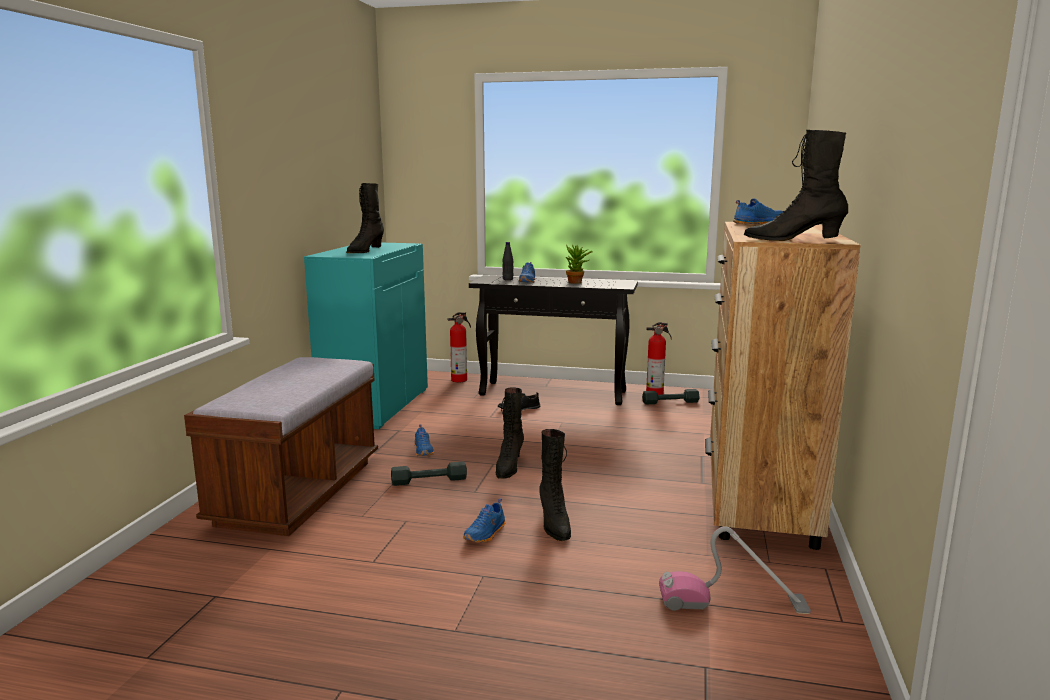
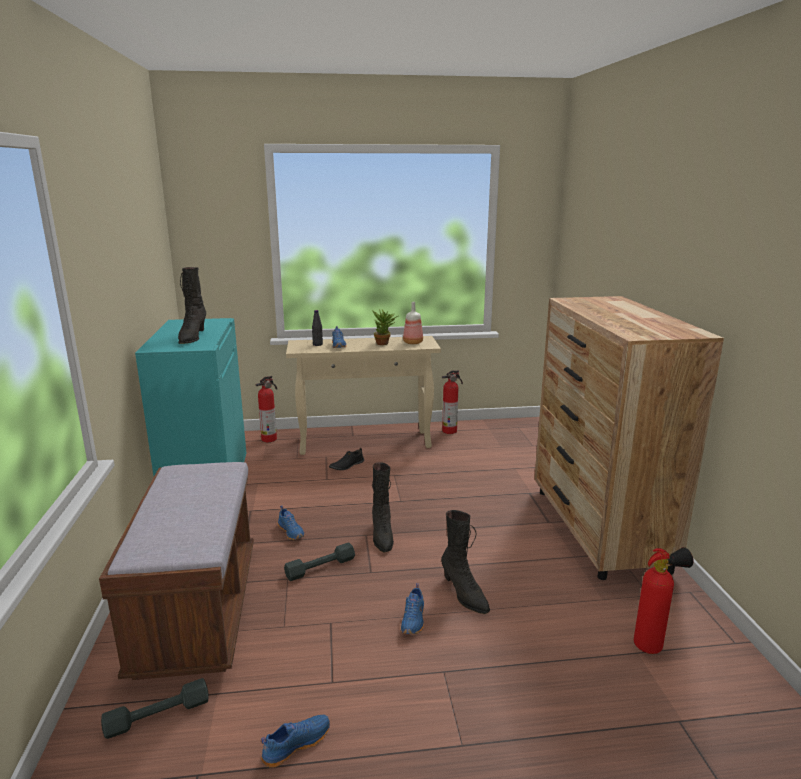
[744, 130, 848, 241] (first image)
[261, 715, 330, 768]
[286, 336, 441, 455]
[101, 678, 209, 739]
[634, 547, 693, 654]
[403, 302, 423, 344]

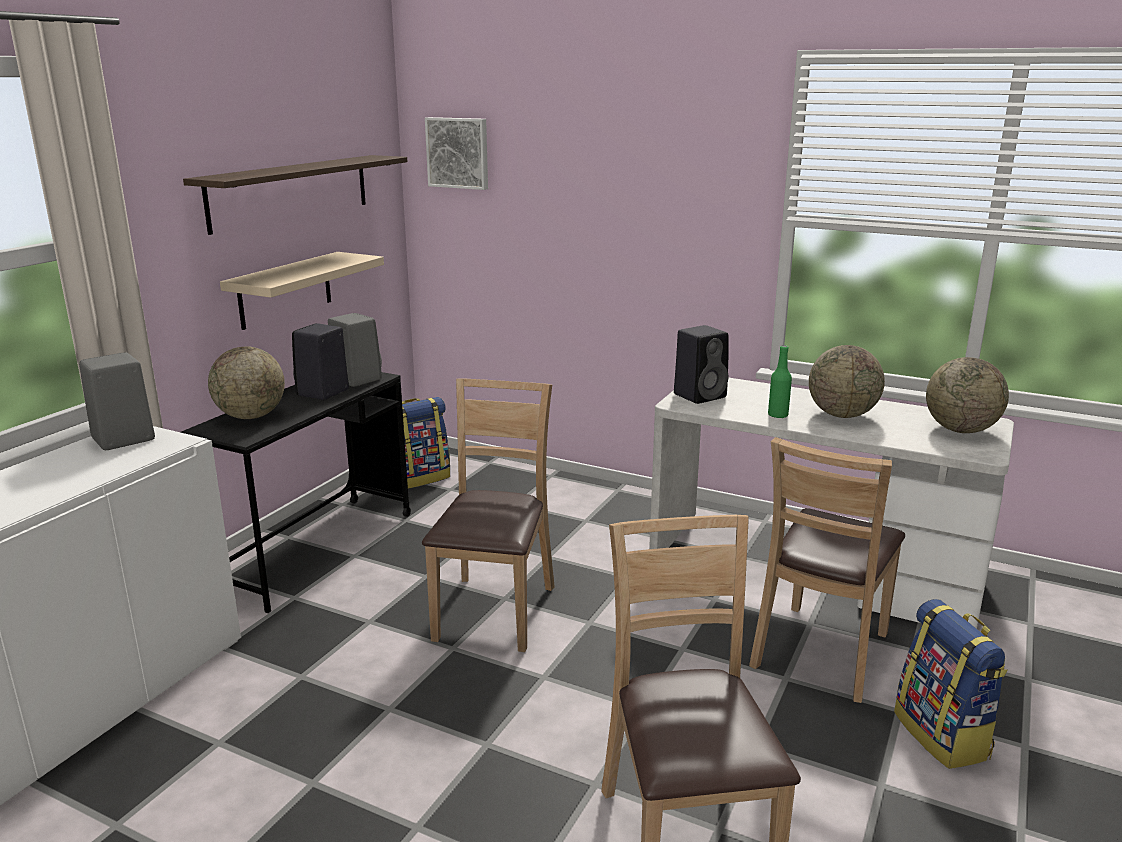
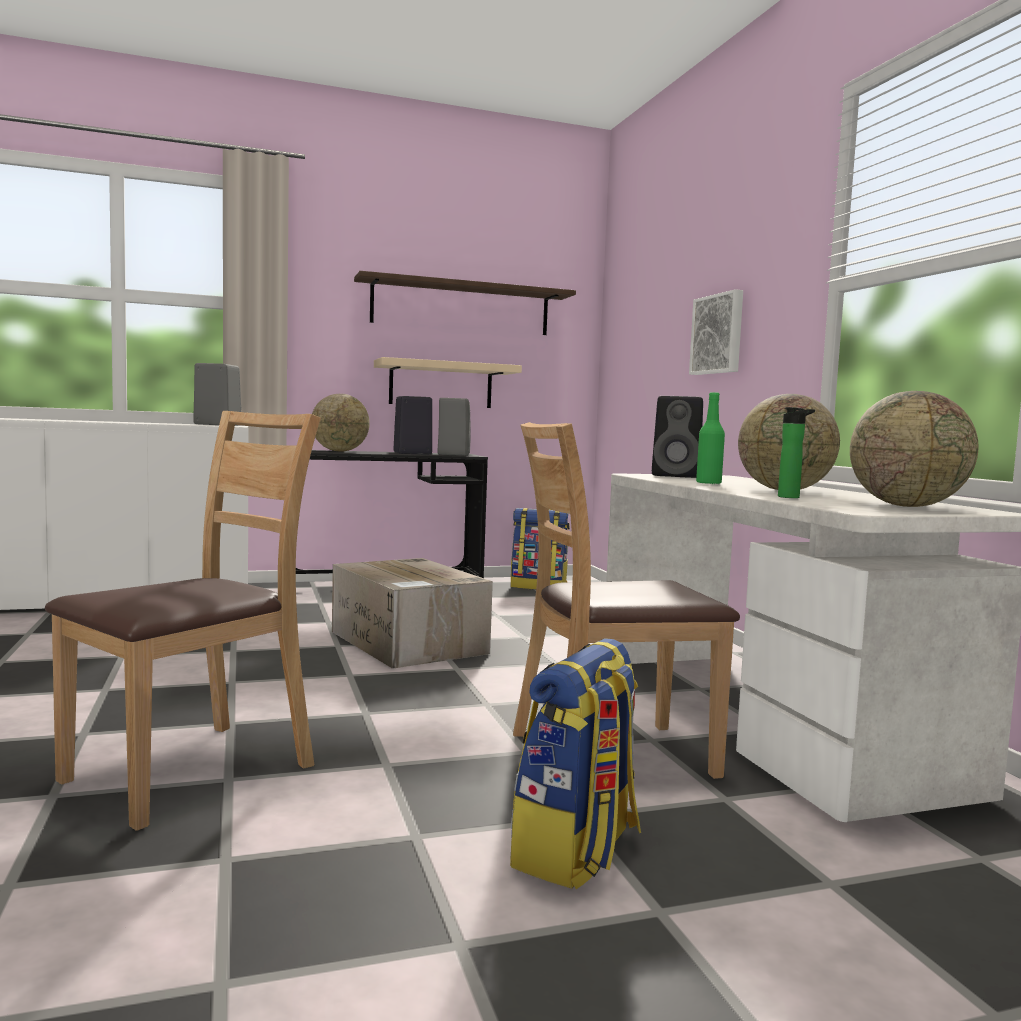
[689, 289, 743, 375]
[332, 558, 493, 669]
[778, 407, 815, 498]

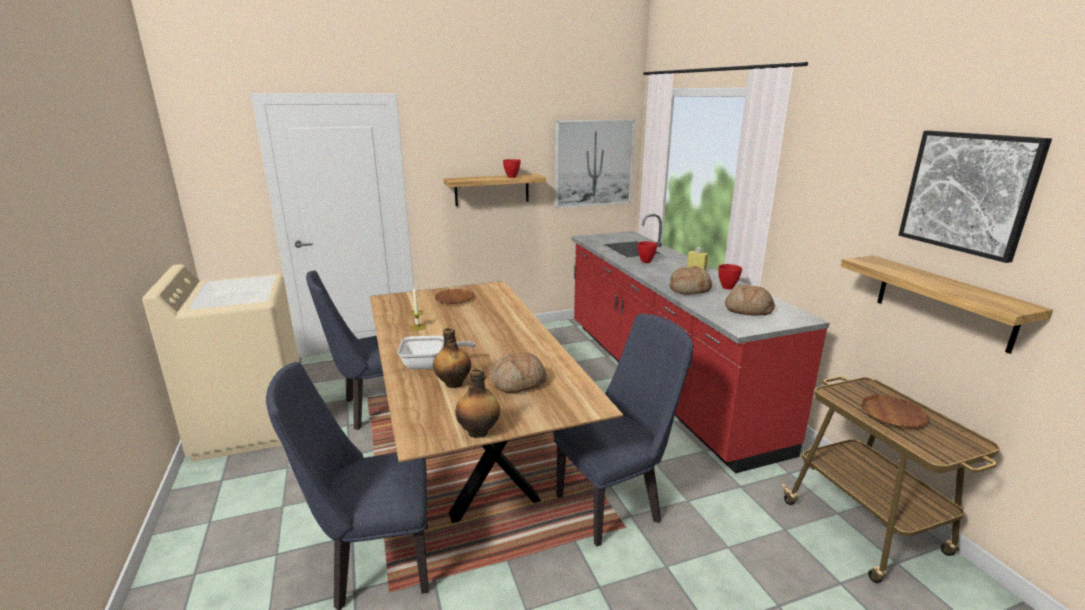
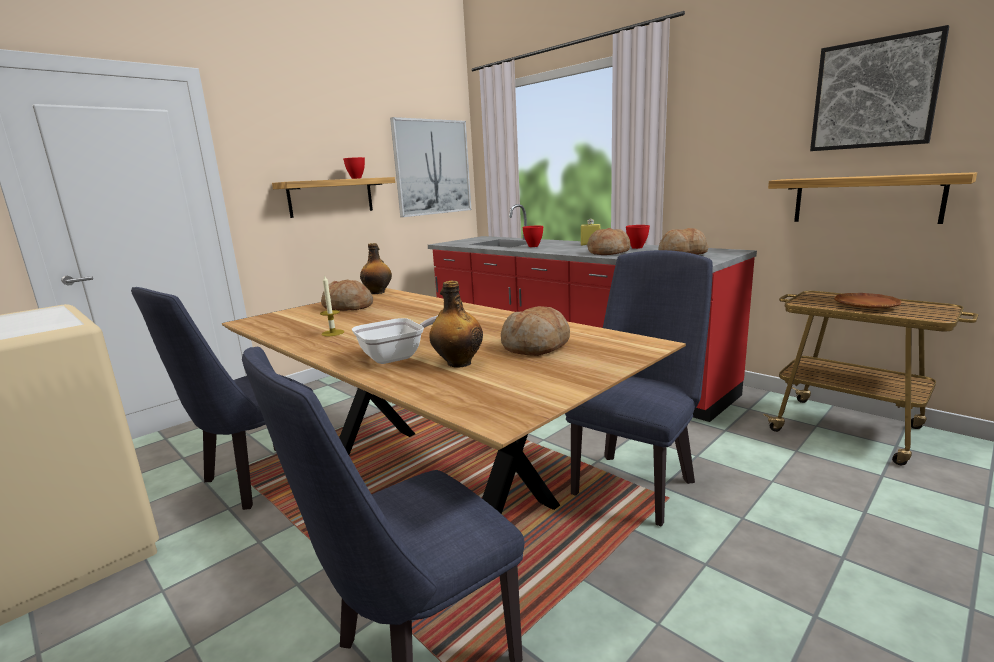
[321, 279, 373, 311]
[360, 243, 392, 294]

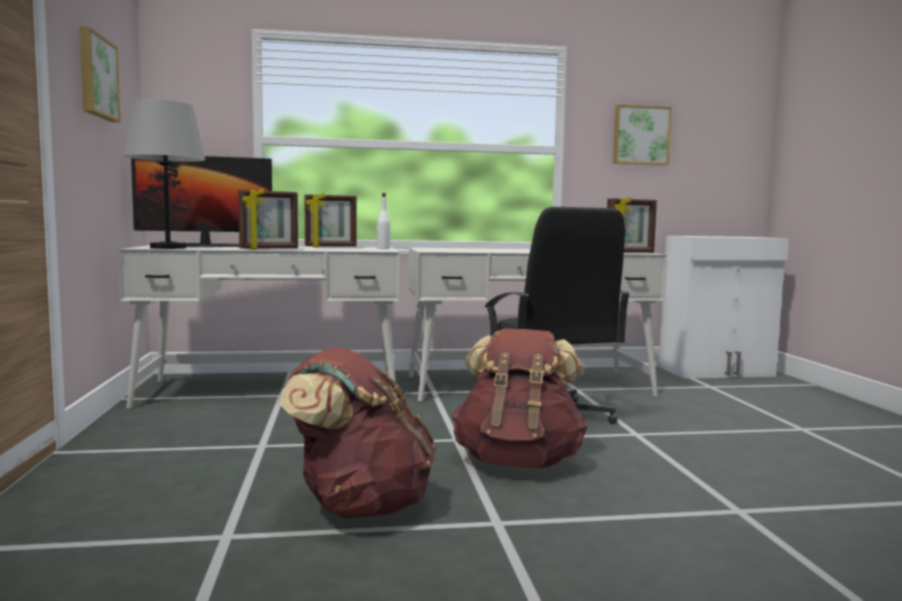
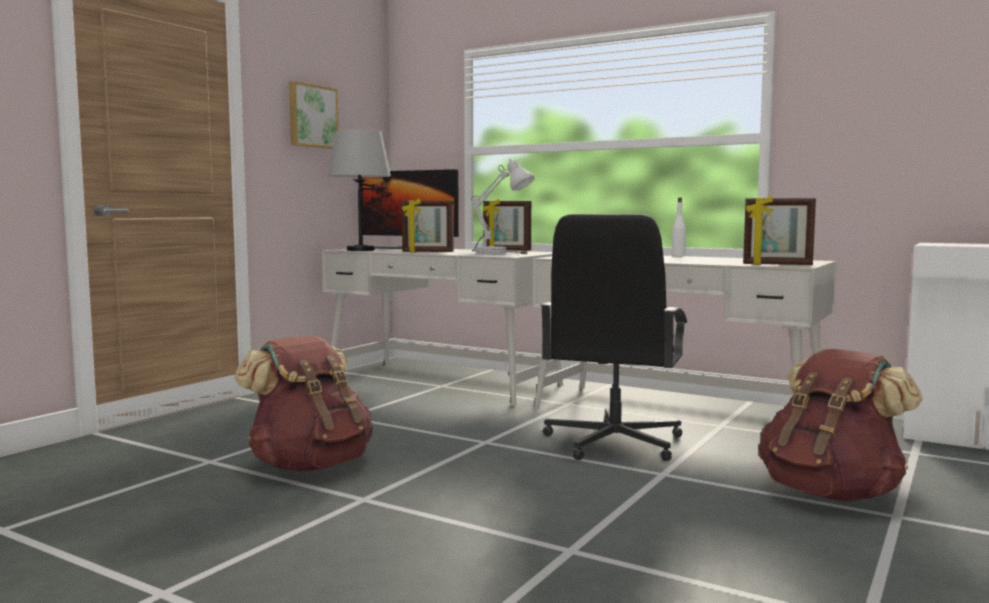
[613, 105, 672, 165] (first image)
[672, 197, 686, 257]
[759, 349, 923, 502]
[471, 159, 534, 254]

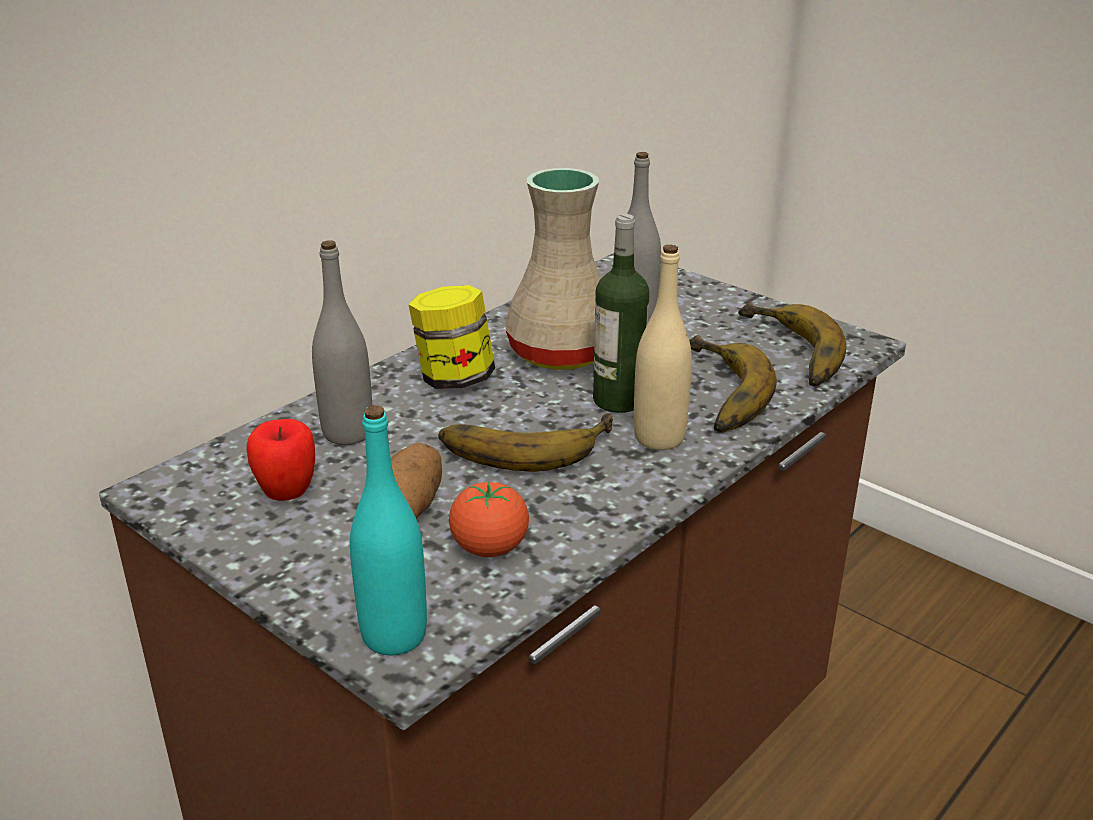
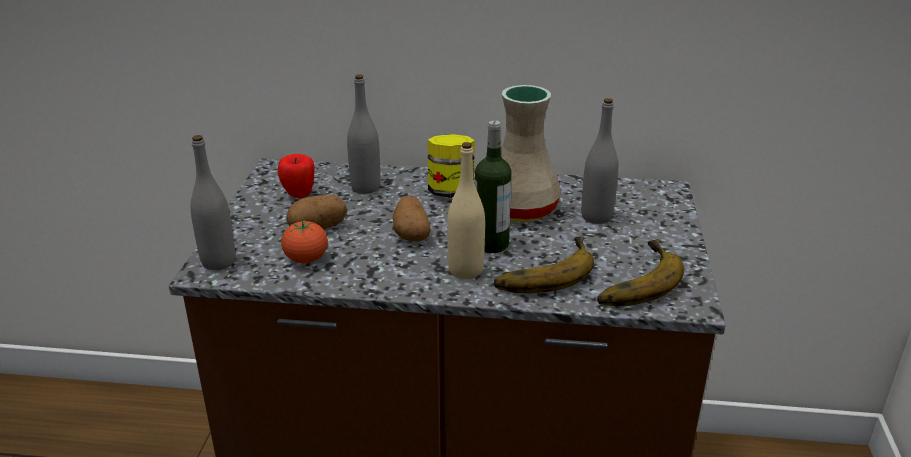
[190, 135, 235, 270]
[393, 196, 431, 242]

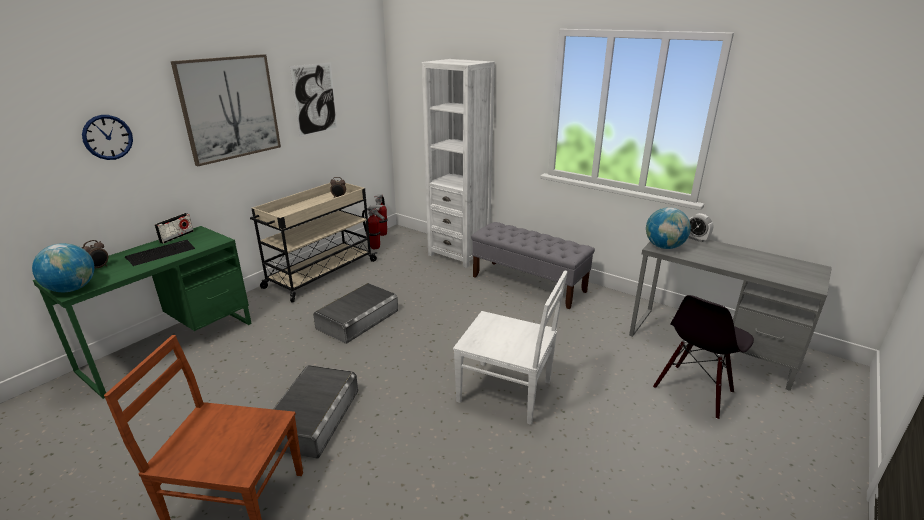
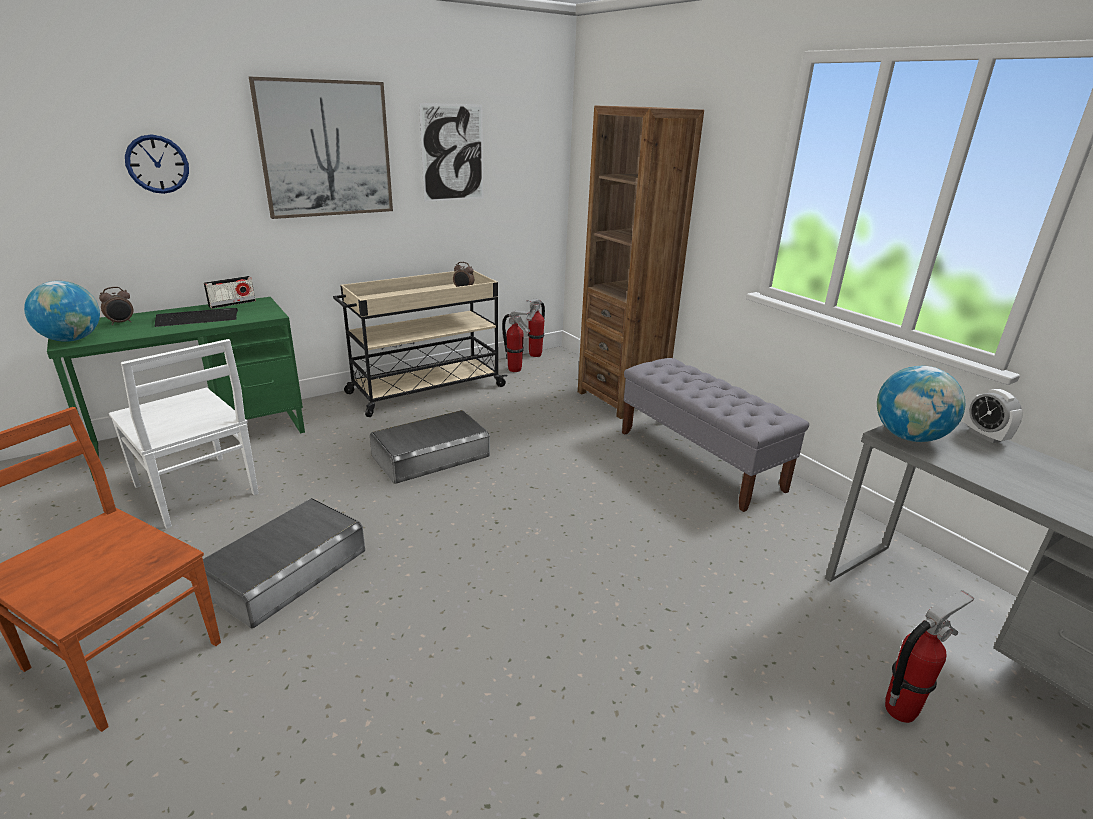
[578, 106, 704, 419]
[109, 339, 258, 529]
[885, 590, 974, 723]

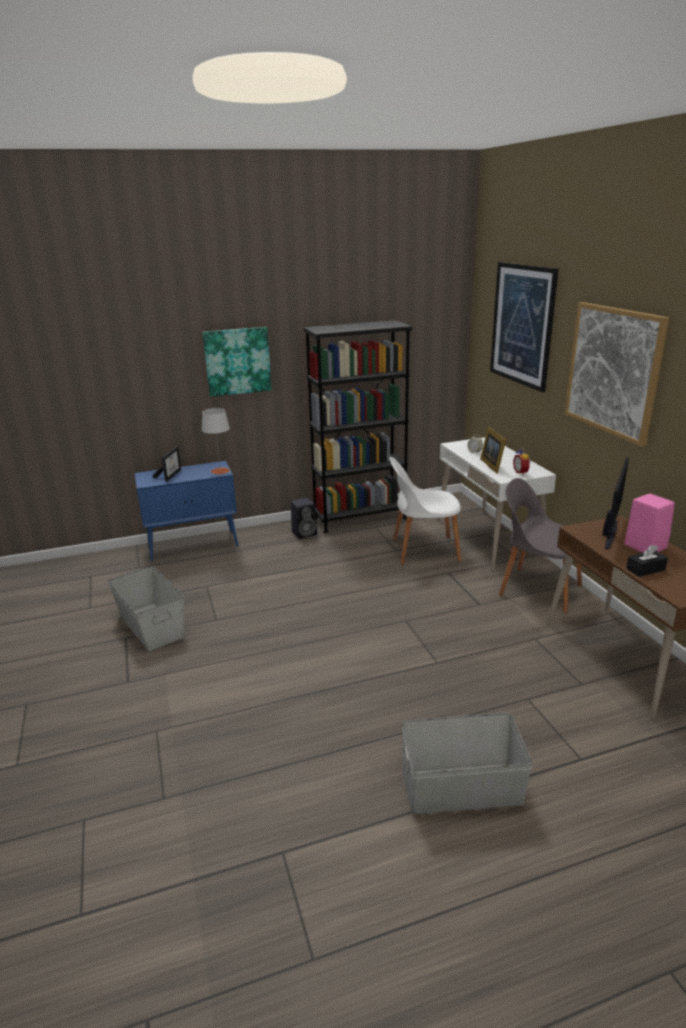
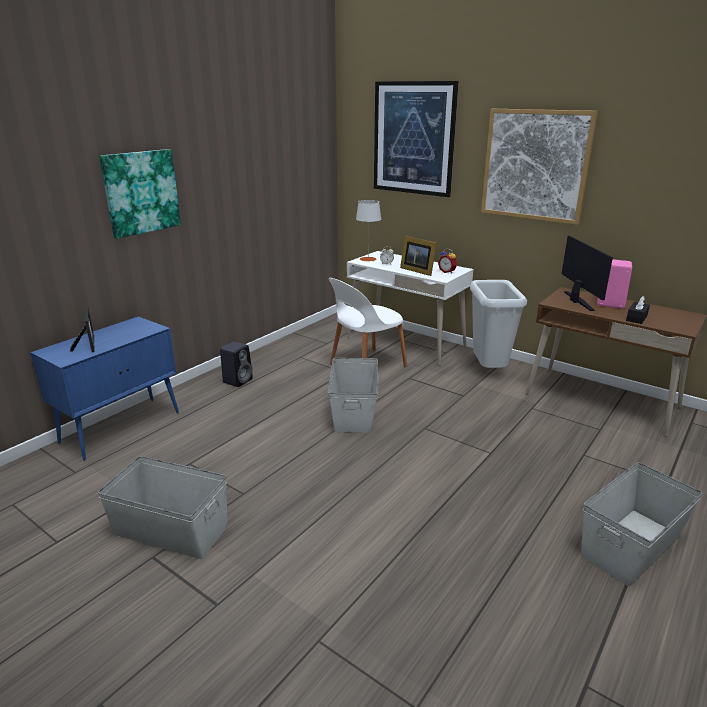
[303, 320, 412, 533] (first image)
[356, 200, 381, 261]
[470, 280, 527, 368]
[328, 358, 378, 433]

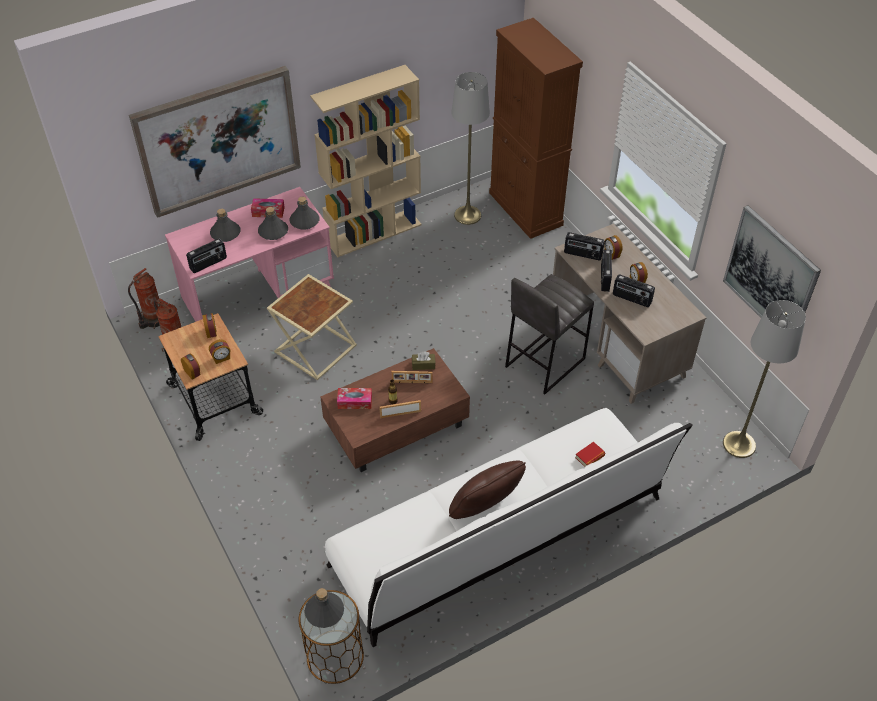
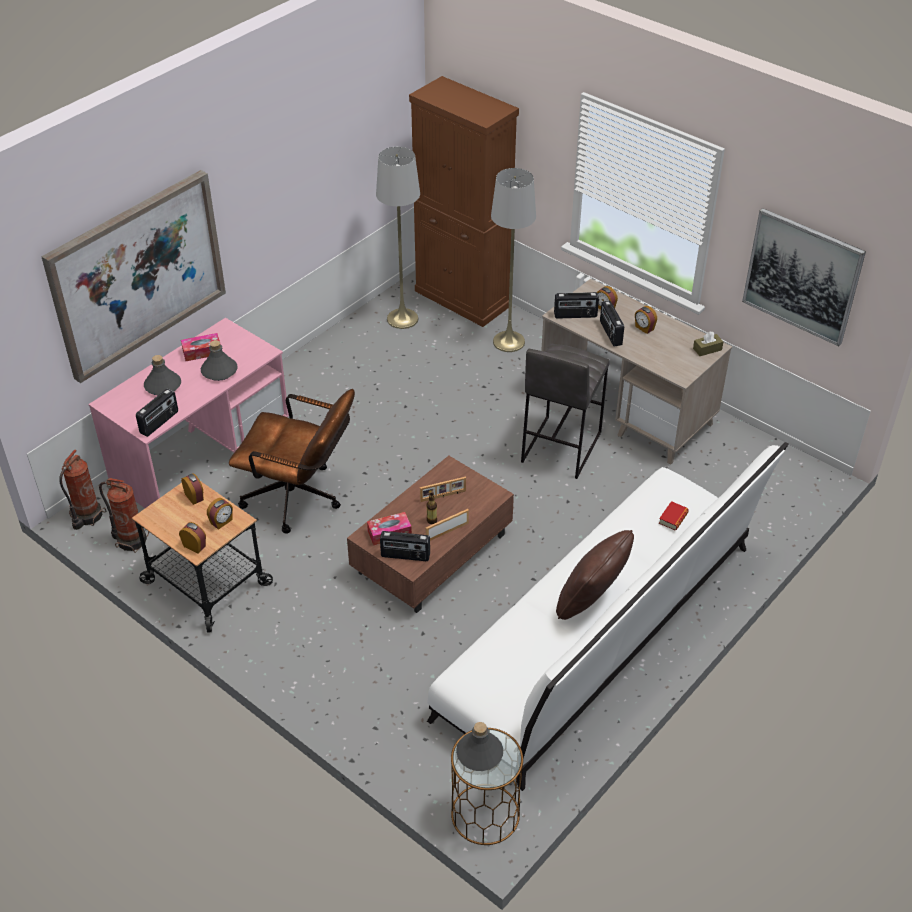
[310, 65, 421, 257] (first image)
[290, 197, 320, 230] (first image)
[229, 389, 355, 533]
[380, 531, 430, 561]
[491, 168, 536, 352]
[693, 331, 723, 356]

